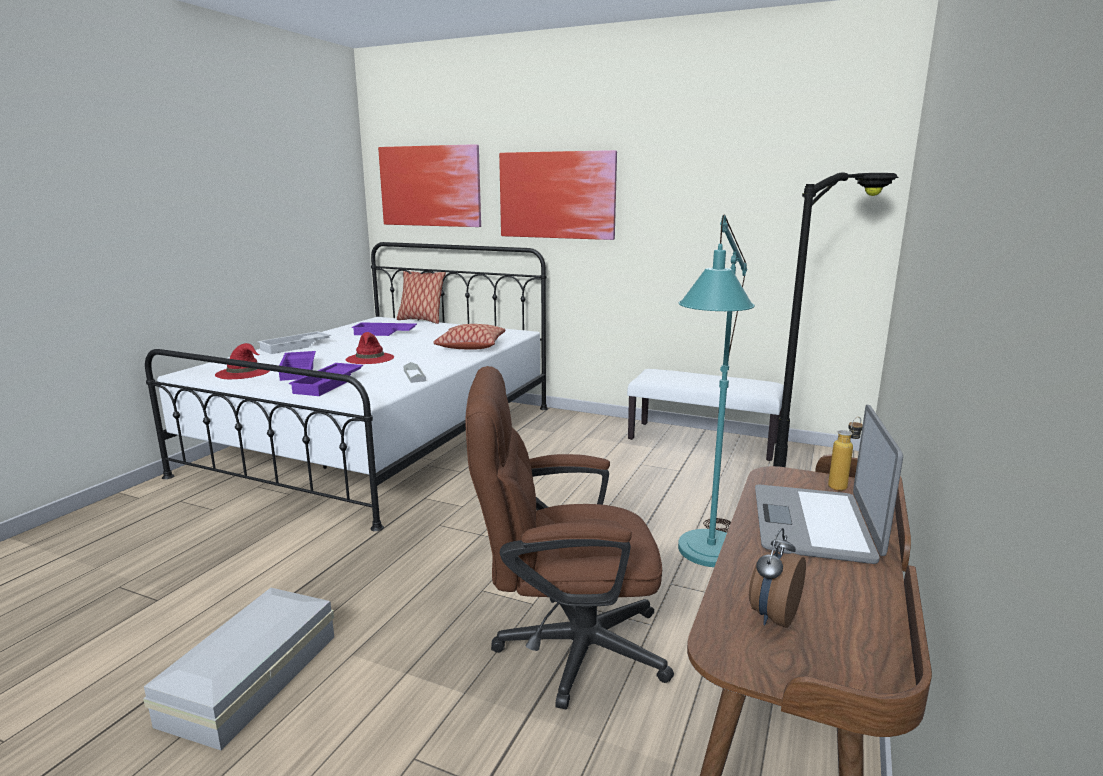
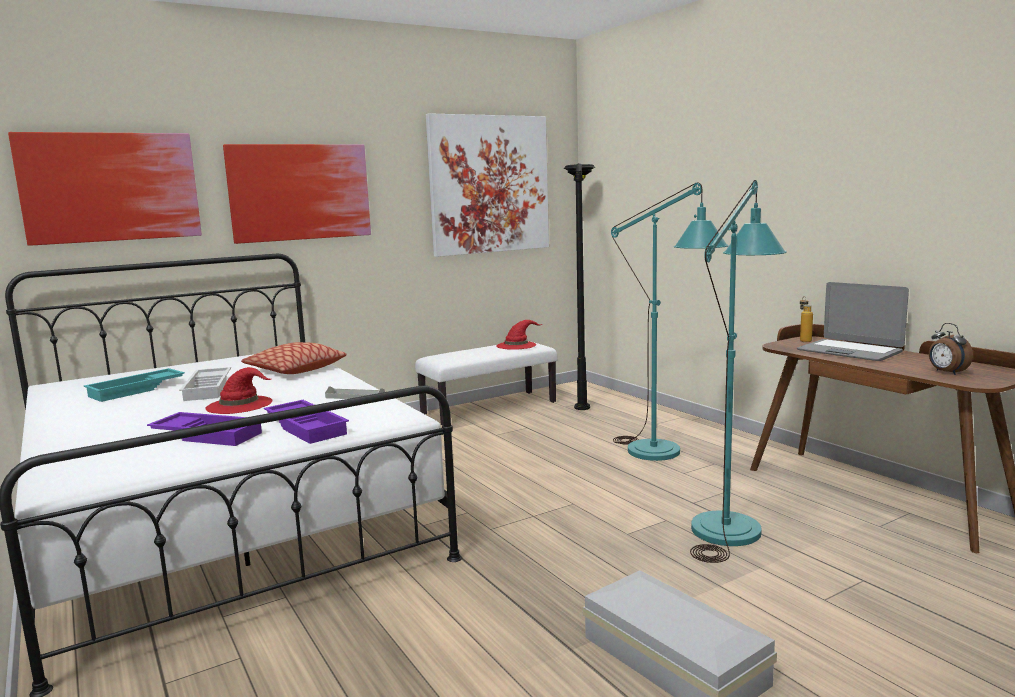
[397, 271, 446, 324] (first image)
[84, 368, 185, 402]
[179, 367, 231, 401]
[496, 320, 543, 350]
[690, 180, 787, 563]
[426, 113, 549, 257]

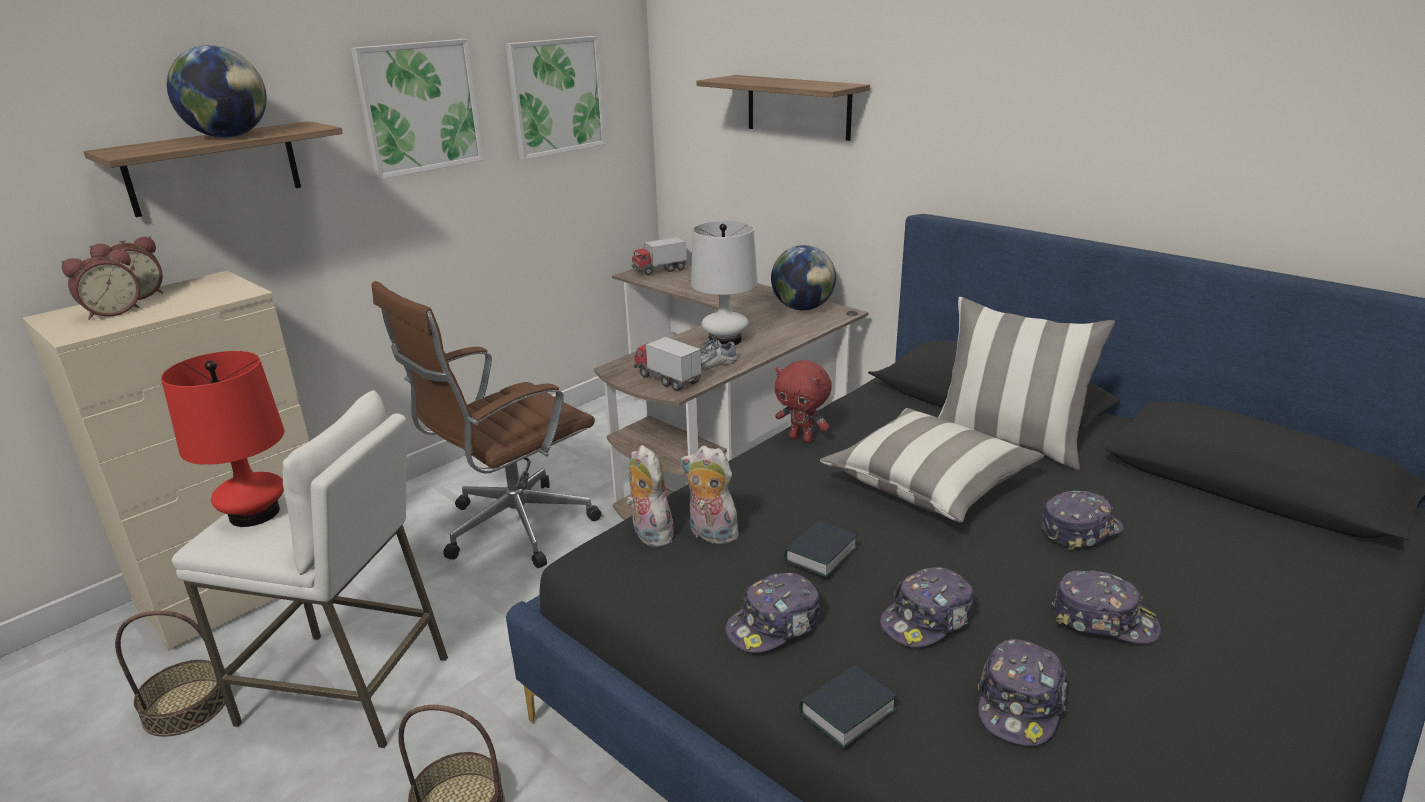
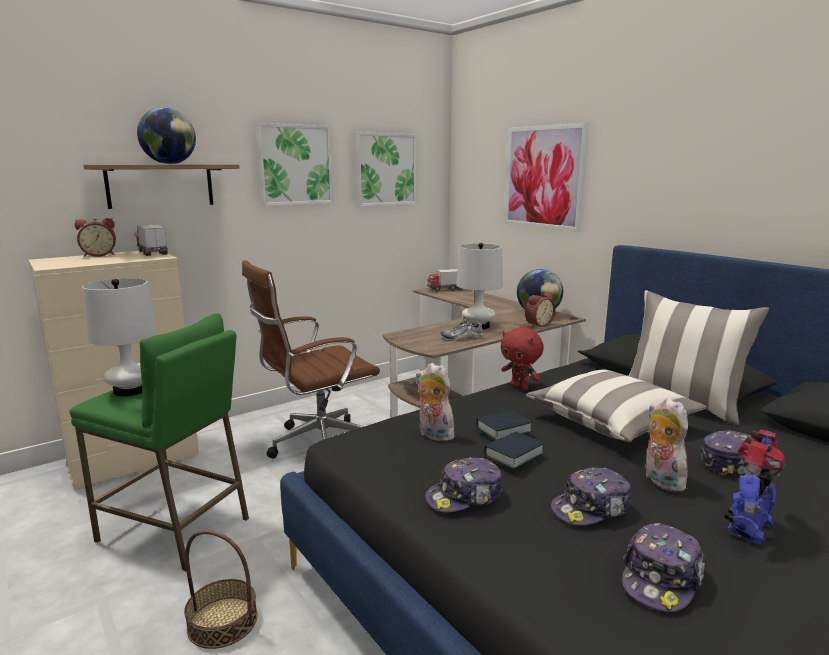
[504, 123, 589, 232]
[525, 292, 556, 328]
[135, 225, 168, 256]
[82, 278, 158, 396]
[69, 313, 249, 571]
[645, 398, 688, 492]
[724, 429, 786, 544]
[115, 611, 225, 737] (first image)
[476, 410, 533, 441]

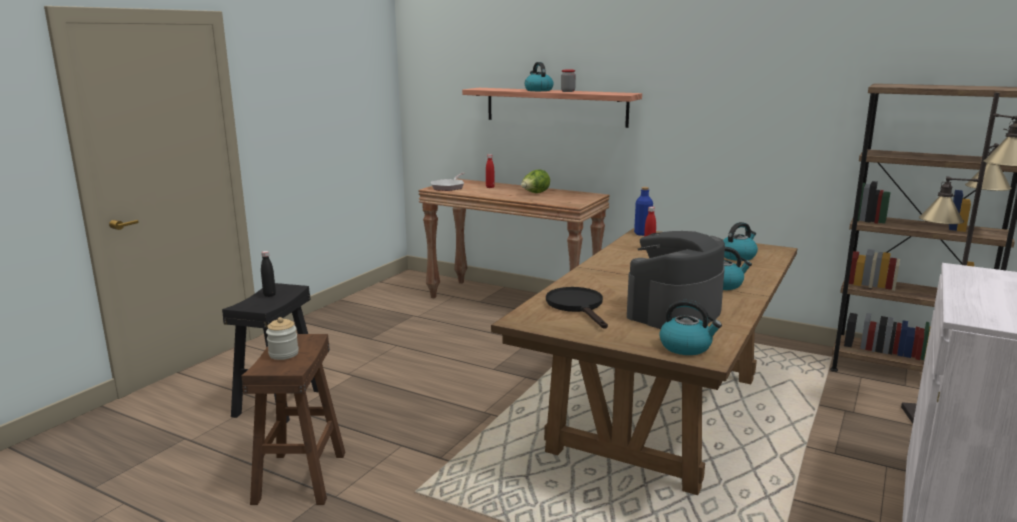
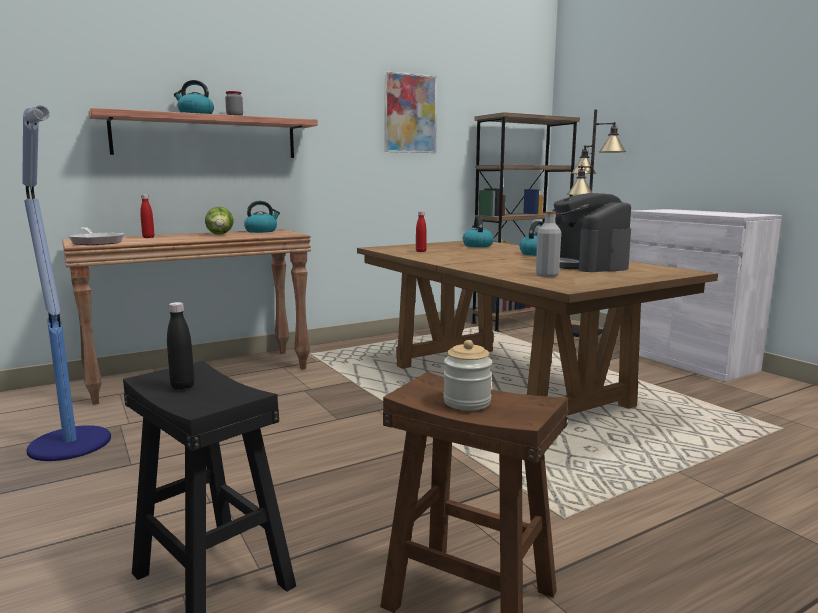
[634, 187, 653, 236] (first image)
[536, 211, 561, 277]
[244, 201, 280, 233]
[384, 71, 437, 153]
[22, 105, 111, 461]

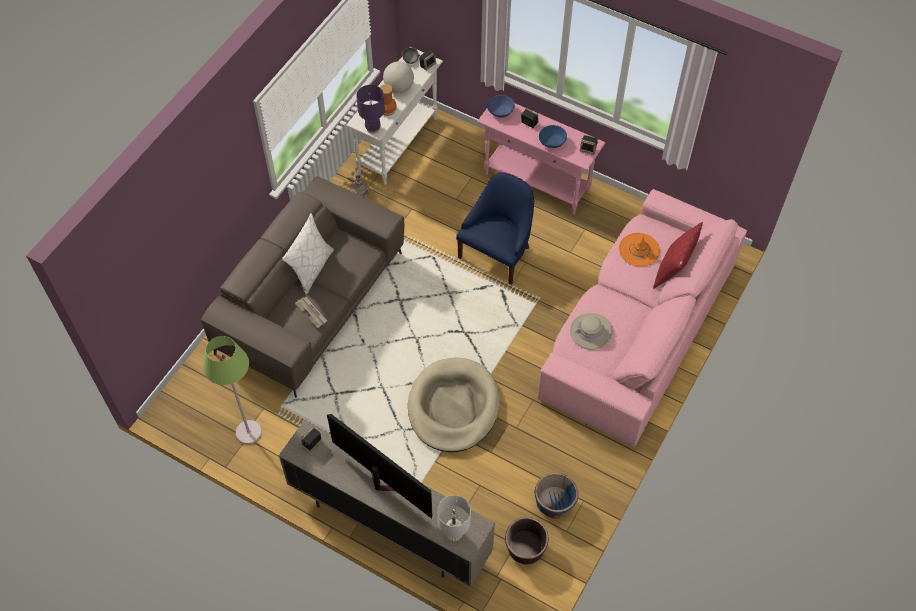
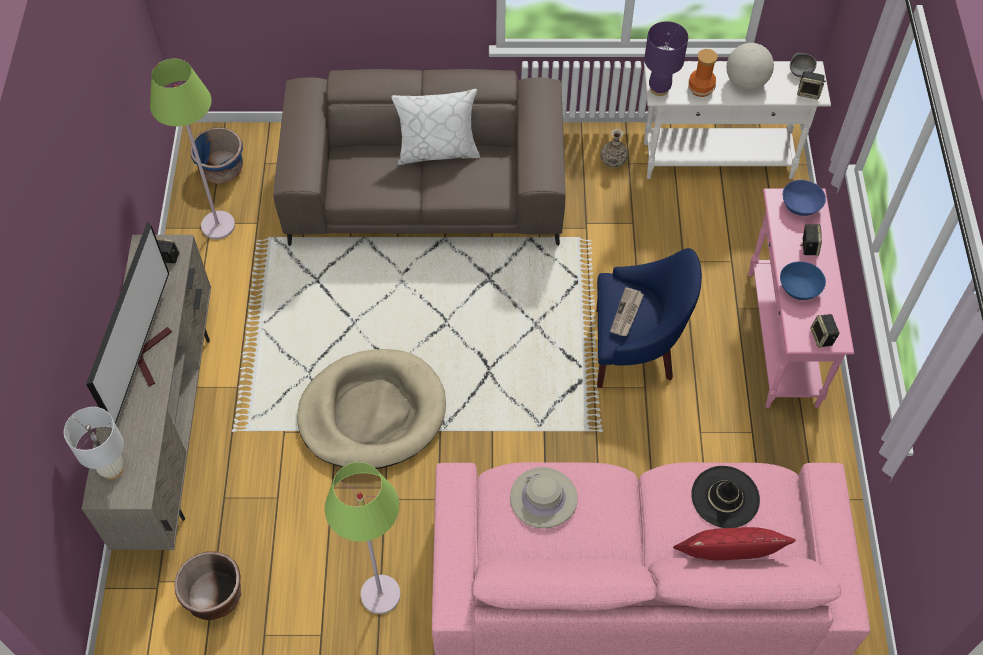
[691, 466, 760, 528]
[610, 287, 644, 336]
[190, 128, 243, 184]
[325, 462, 401, 614]

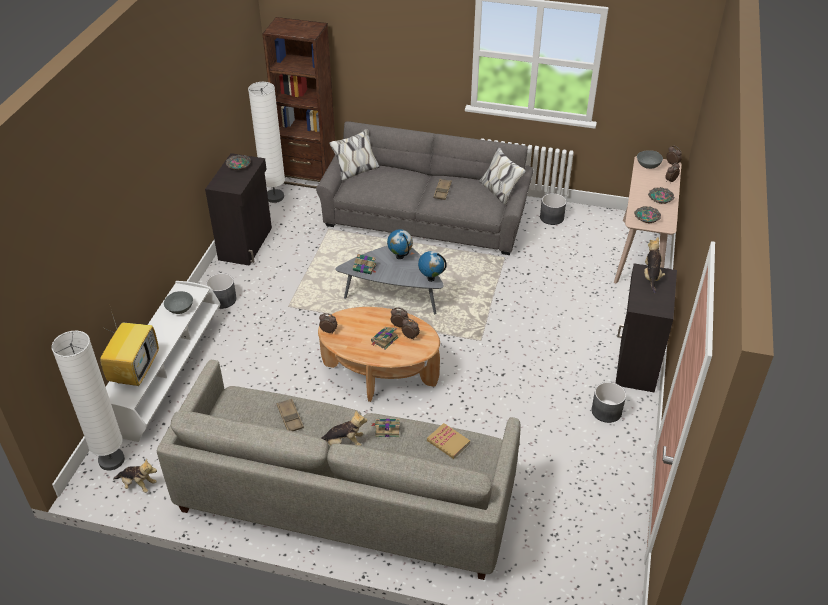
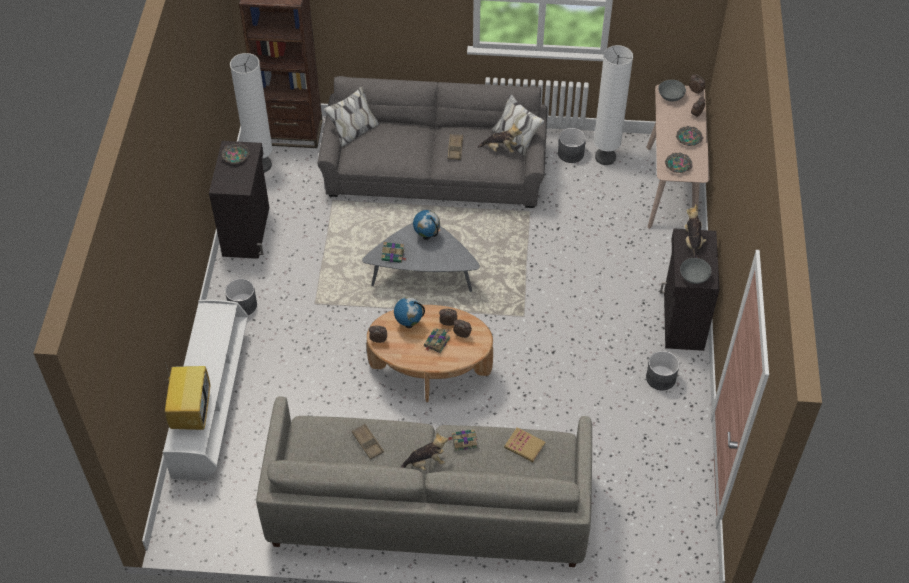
[394, 297, 425, 328]
[680, 258, 711, 284]
[594, 45, 633, 165]
[477, 123, 522, 153]

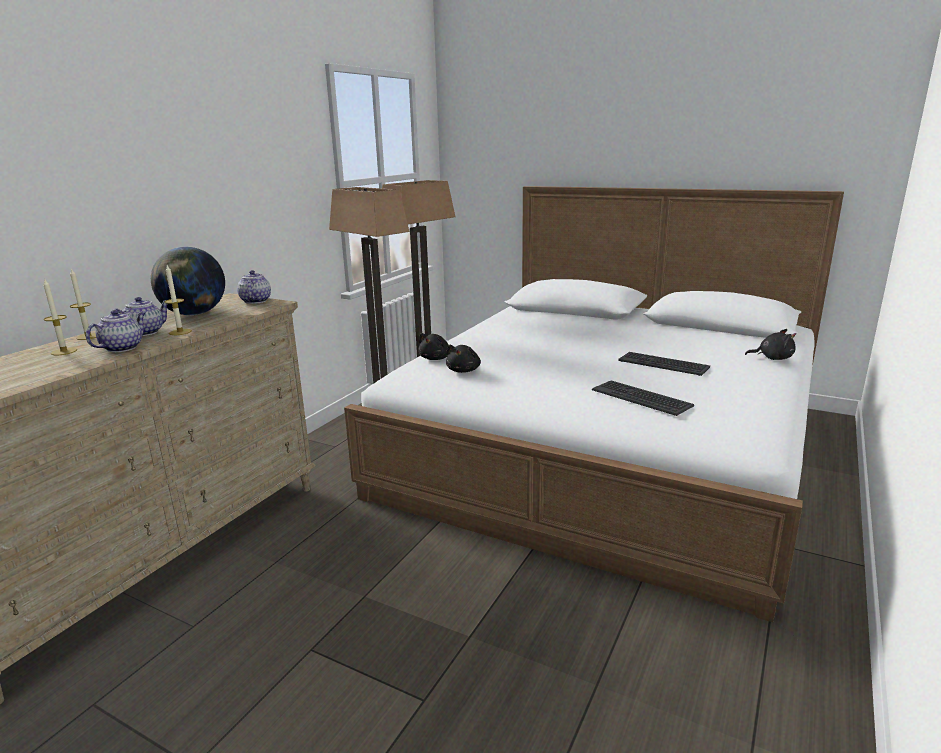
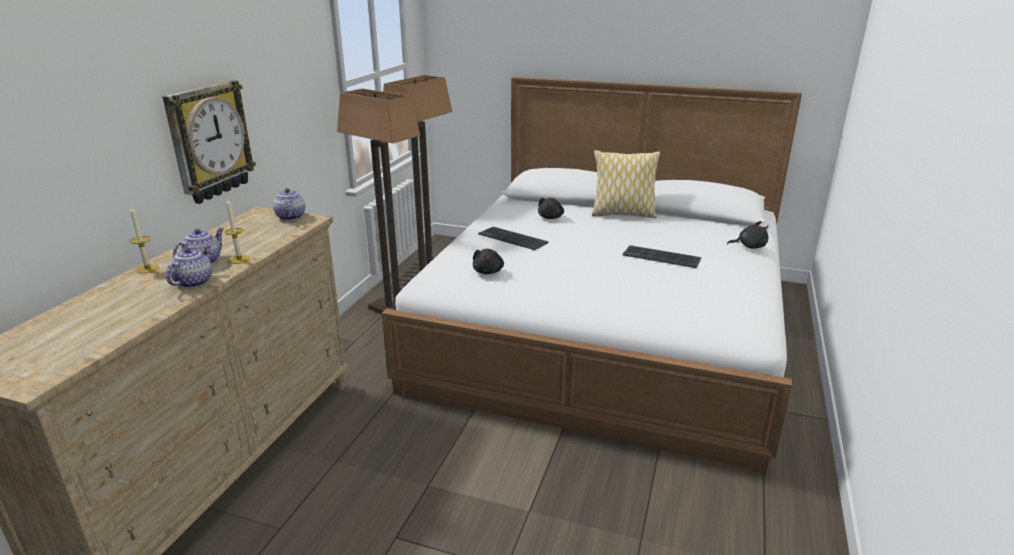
[151, 247, 225, 315] (first image)
[43, 279, 77, 355] (first image)
[538, 198, 564, 219]
[478, 227, 549, 250]
[162, 80, 256, 204]
[592, 150, 660, 218]

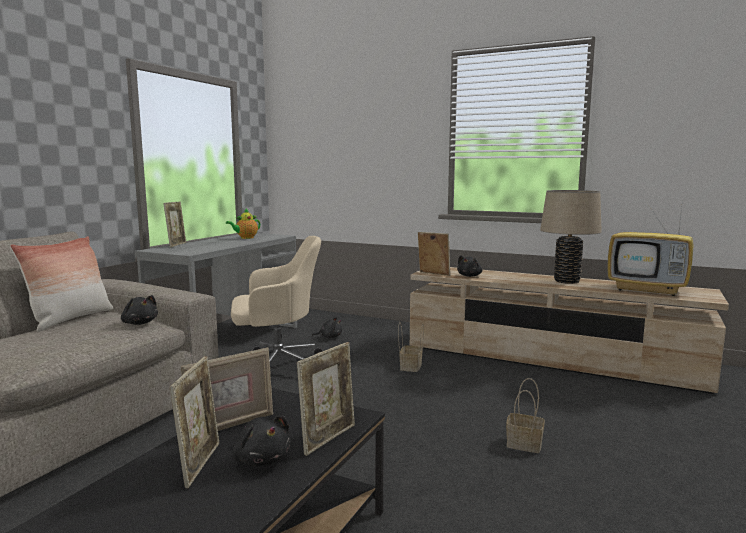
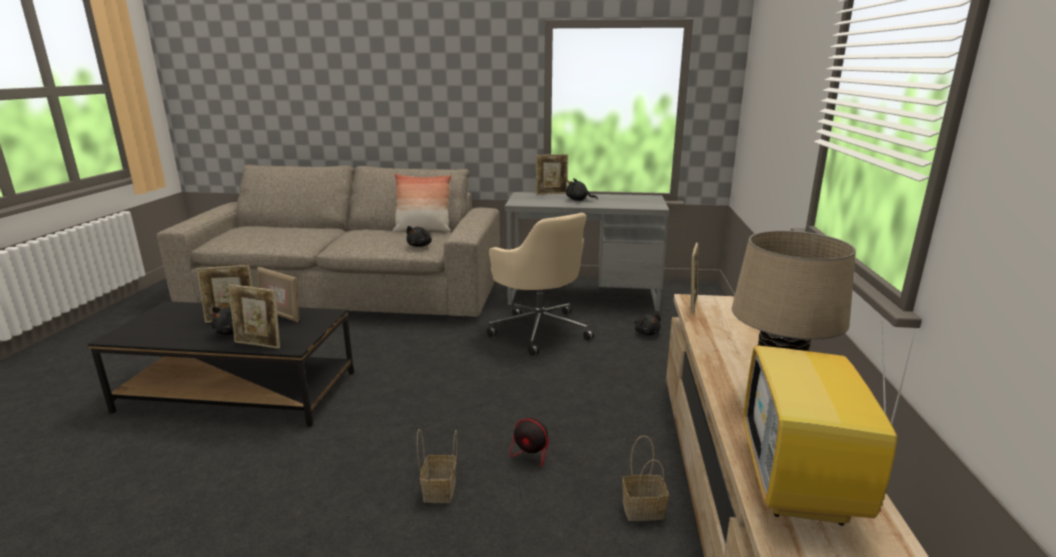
[226, 209, 260, 239] (first image)
[566, 178, 598, 201]
[622, 436, 669, 521]
[510, 418, 593, 467]

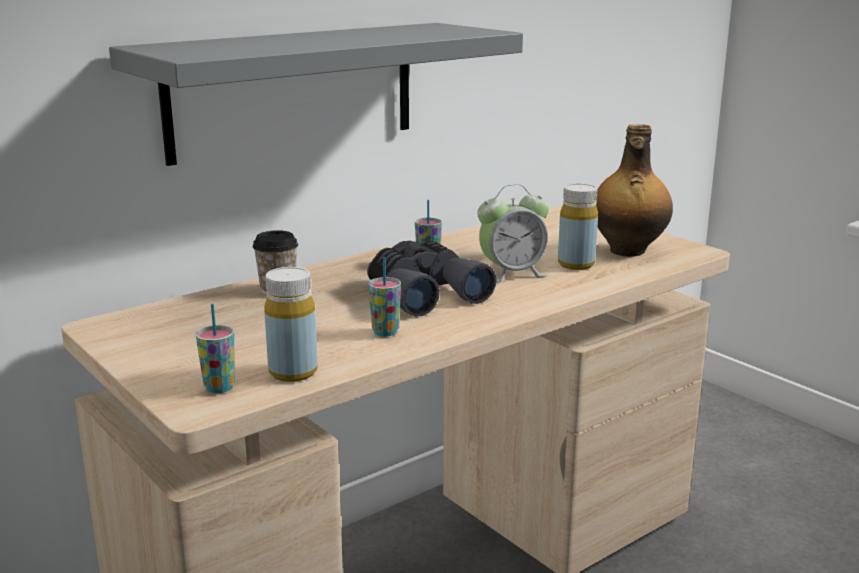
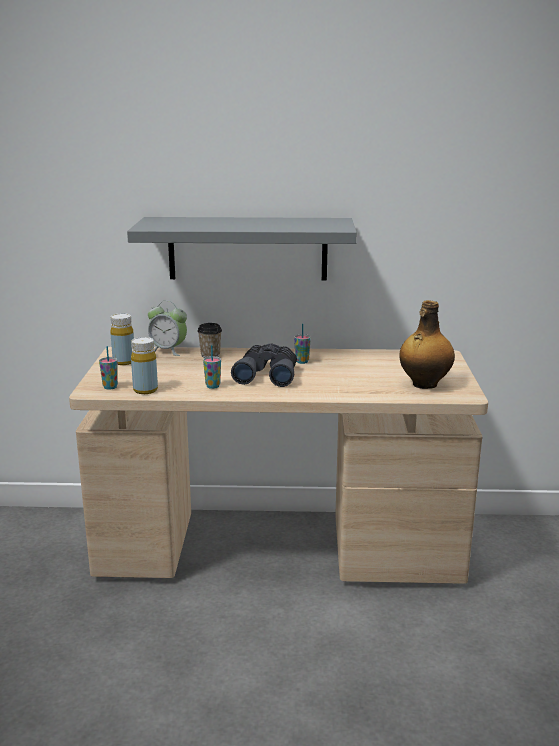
[110, 313, 134, 365]
[148, 301, 187, 356]

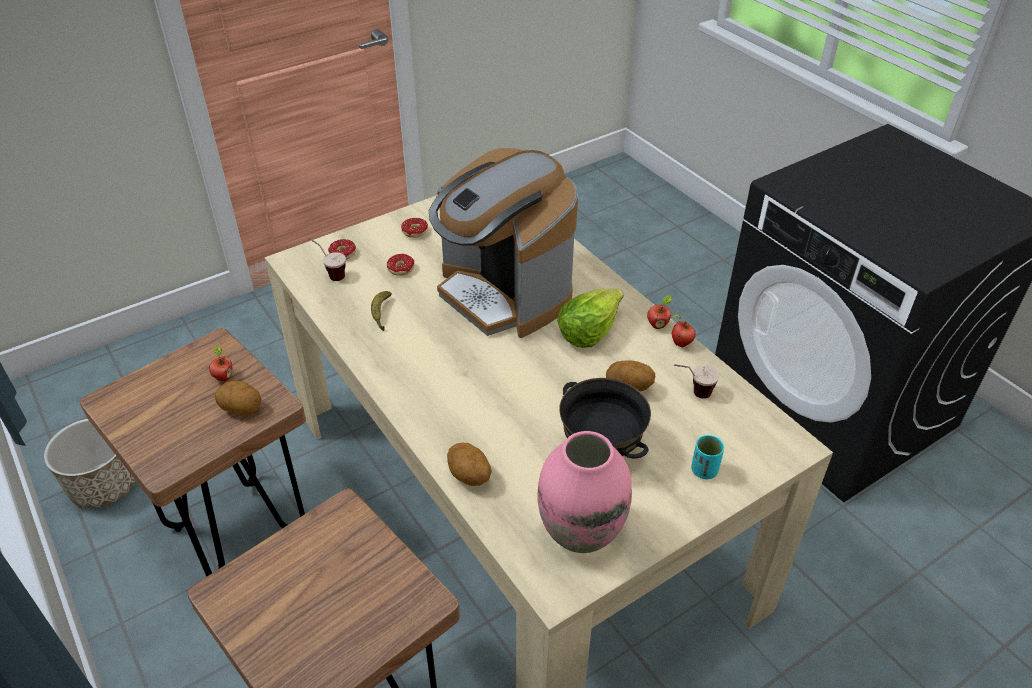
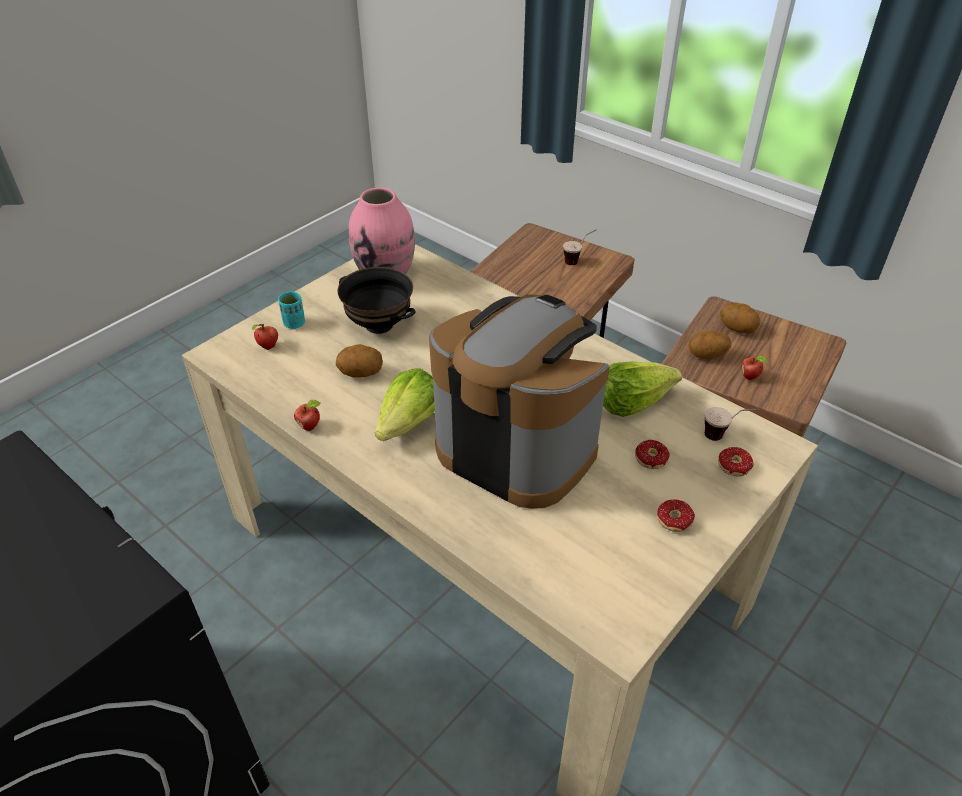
[603, 361, 682, 417]
[252, 324, 278, 350]
[563, 229, 597, 265]
[44, 419, 136, 508] (first image)
[720, 303, 761, 334]

